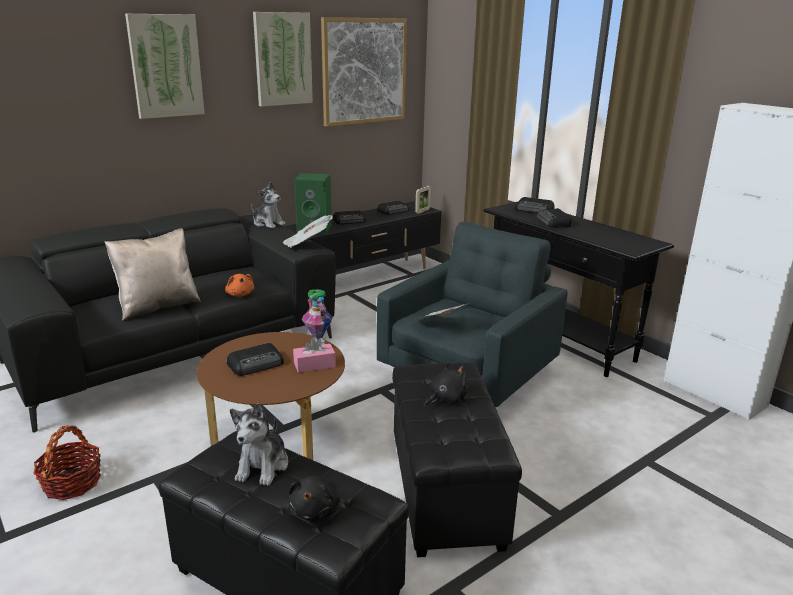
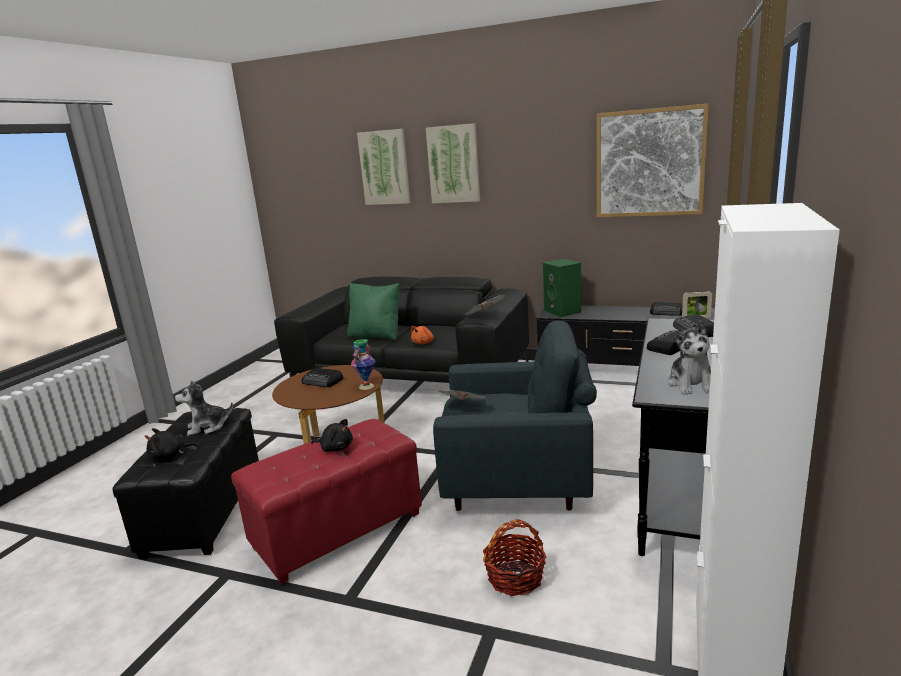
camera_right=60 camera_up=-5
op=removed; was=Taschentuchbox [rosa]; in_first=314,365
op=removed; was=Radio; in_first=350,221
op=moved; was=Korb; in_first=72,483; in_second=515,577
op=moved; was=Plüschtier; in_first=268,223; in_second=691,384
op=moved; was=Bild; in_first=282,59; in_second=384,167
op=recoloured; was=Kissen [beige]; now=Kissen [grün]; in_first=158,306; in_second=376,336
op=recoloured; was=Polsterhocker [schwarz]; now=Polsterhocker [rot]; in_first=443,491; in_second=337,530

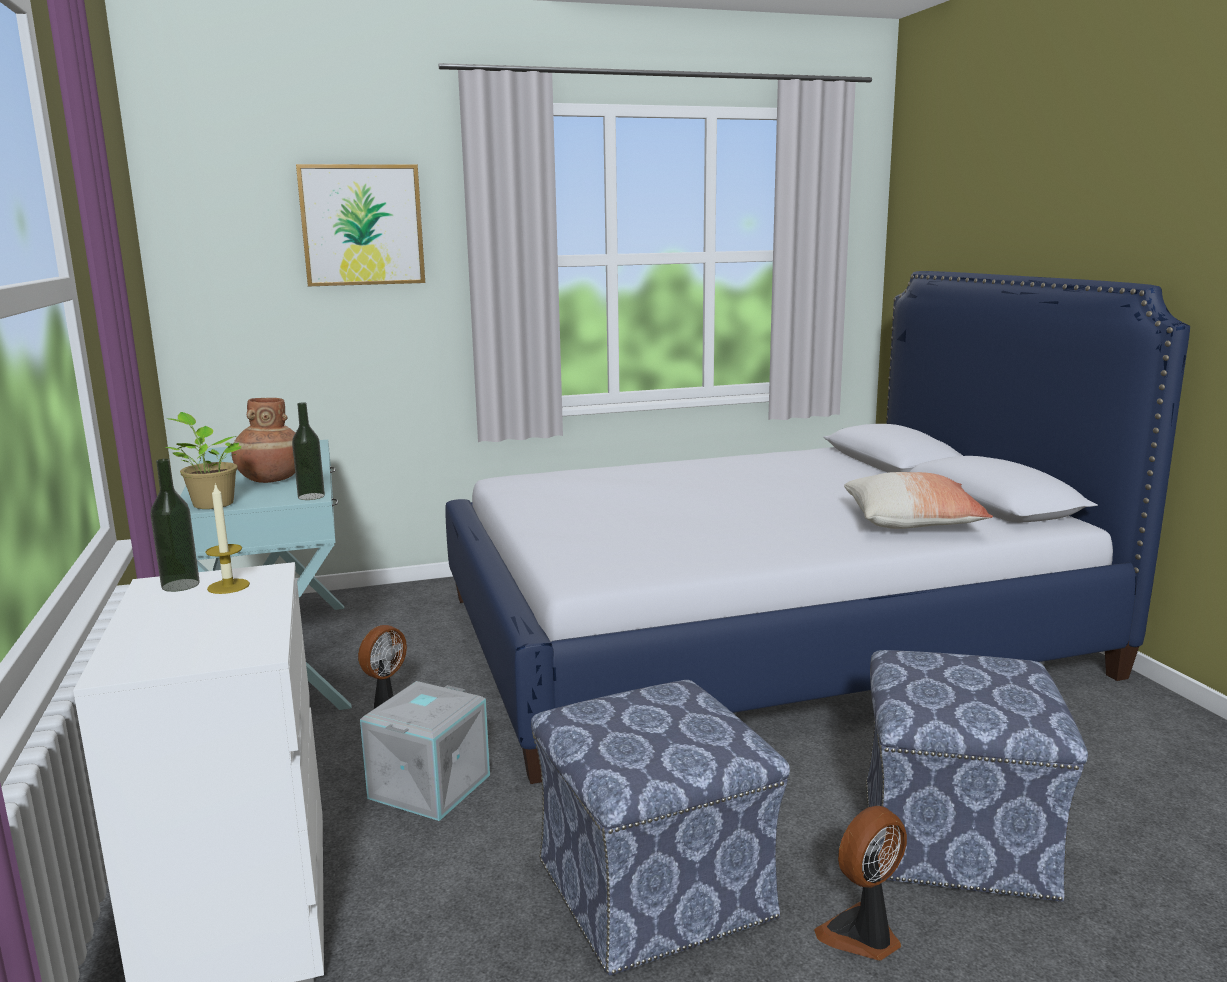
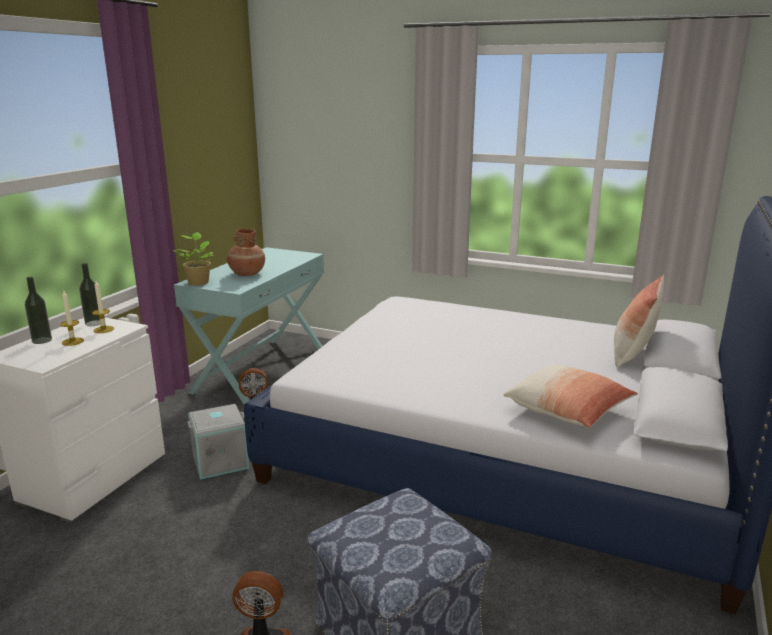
camera_right=40 camera_up=5
op=removed; was=Bild; in_first=362,225
op=removed; was=Polsterhocker; in_first=655,891
op=added; now=Kerze; in_second=72,341
op=added; now=Kissen; in_second=632,355
op=moved; was=Flasche; in_first=311,496; in_second=42,340

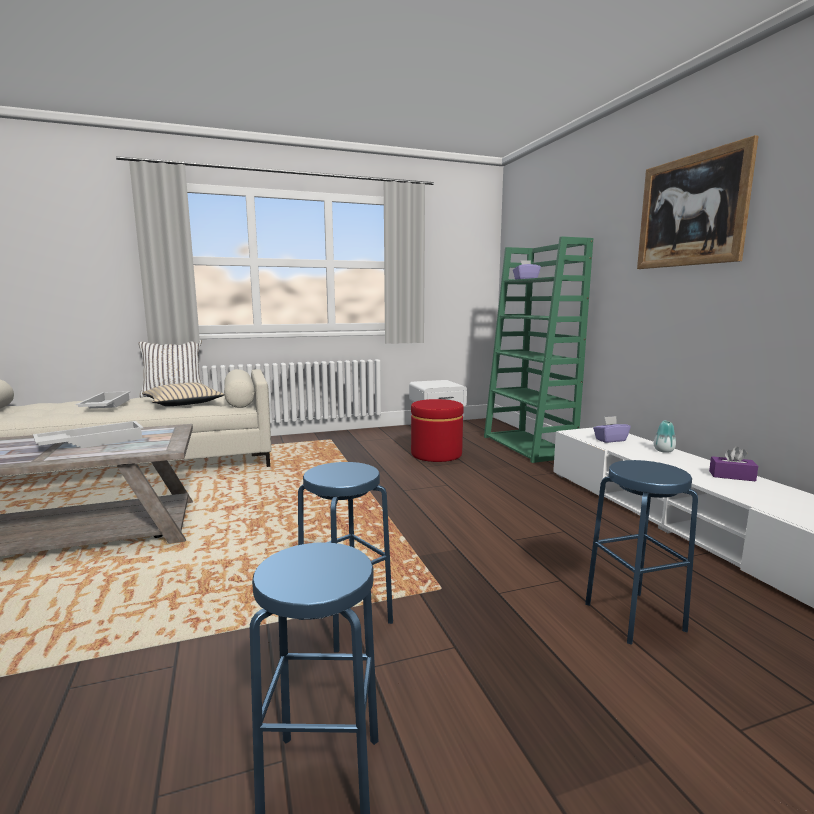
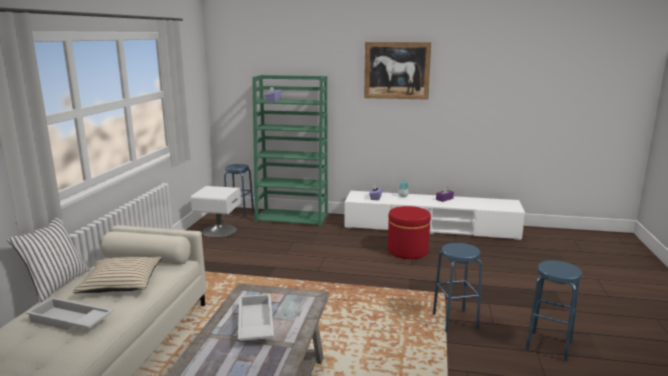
camera_right=-60 camera_up=5
op=moved; was=Polsterhocker [rot]; in_first=436,454; in_second=407,251
op=moved; was=Hocker [blau]; in_first=634,616; in_second=239,214

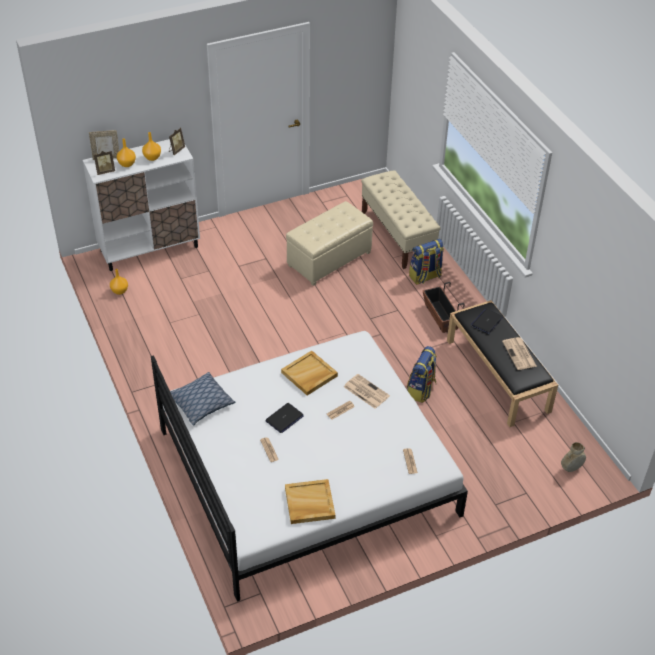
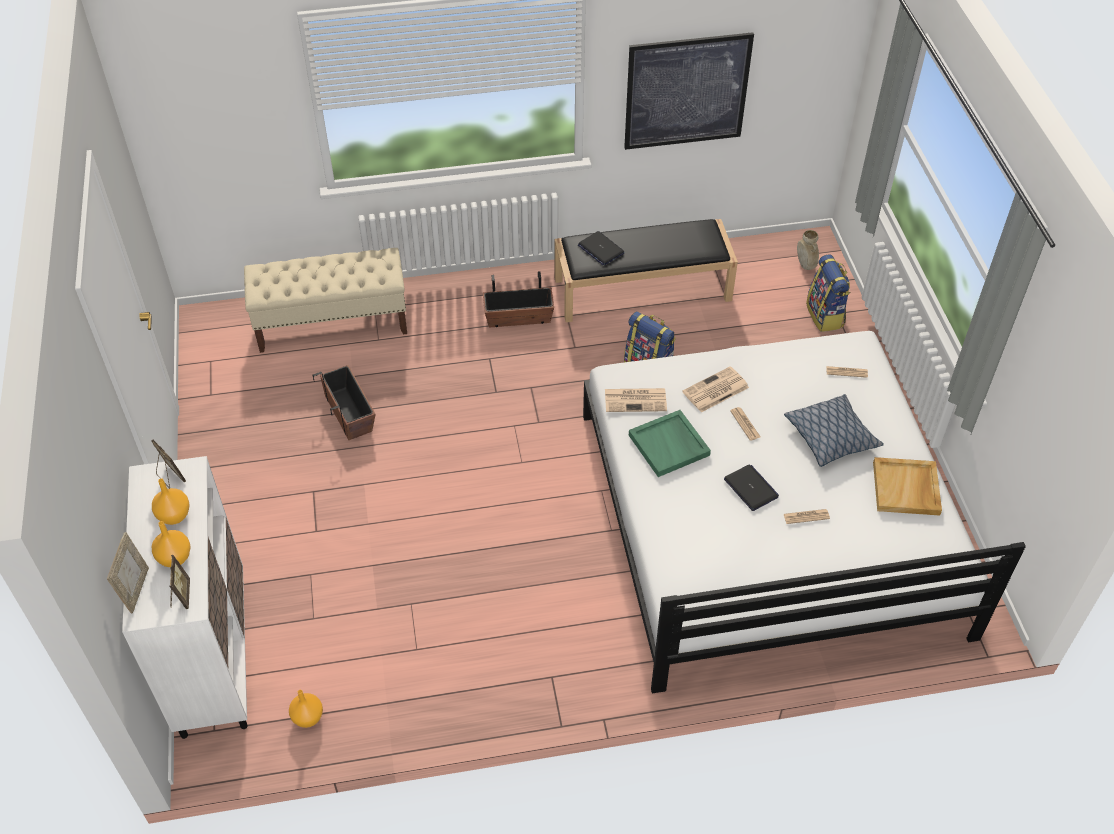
camera_right=-75 camera_up=5
op=added; now=Bild; in_second=686,91
op=moved; was=Kissen; in_first=201,403; in_second=831,437
op=moved; was=Rucksack; in_first=425,277; in_second=825,315
op=moved; was=Zeitung; in_first=519,354; in_second=636,400
op=replaced; was=Polsterhocker [beige]; now=Pflanzkübel; in_first=329,259; in_second=349,413
op=recoloured; was=Tablett [beige]; now=Tablett [grün]; in_first=309,375; in_second=669,445

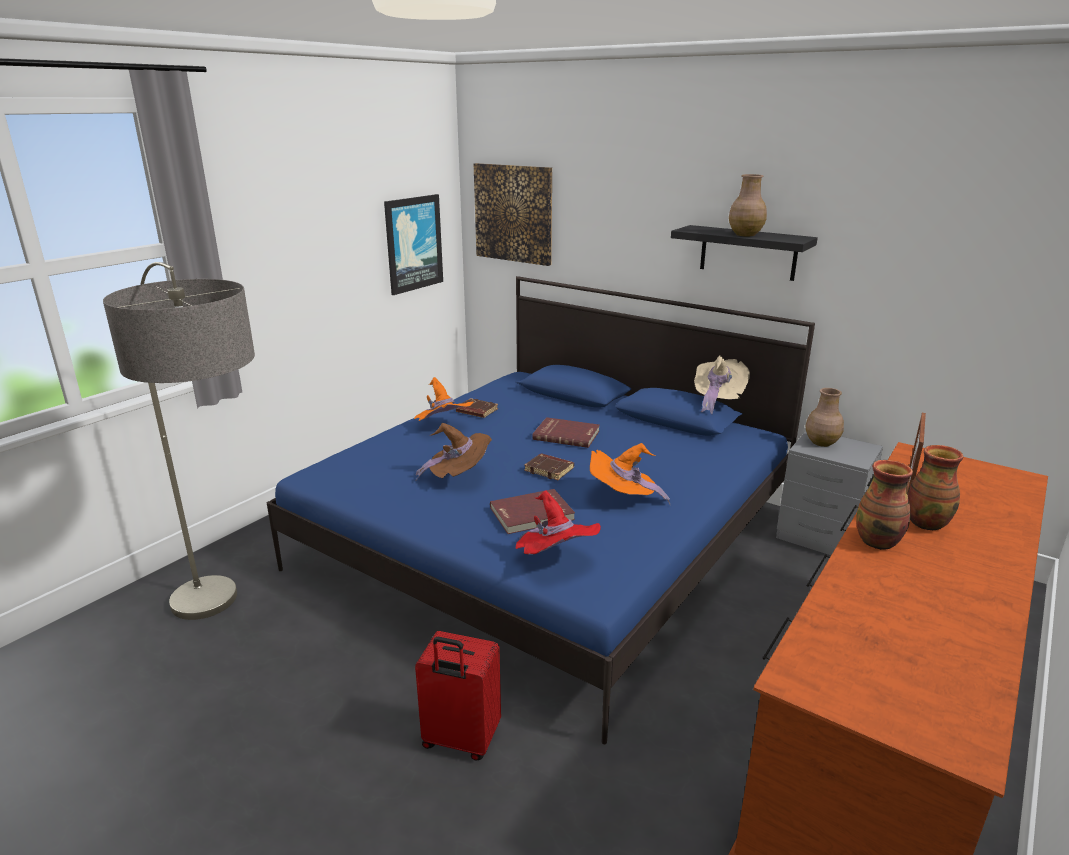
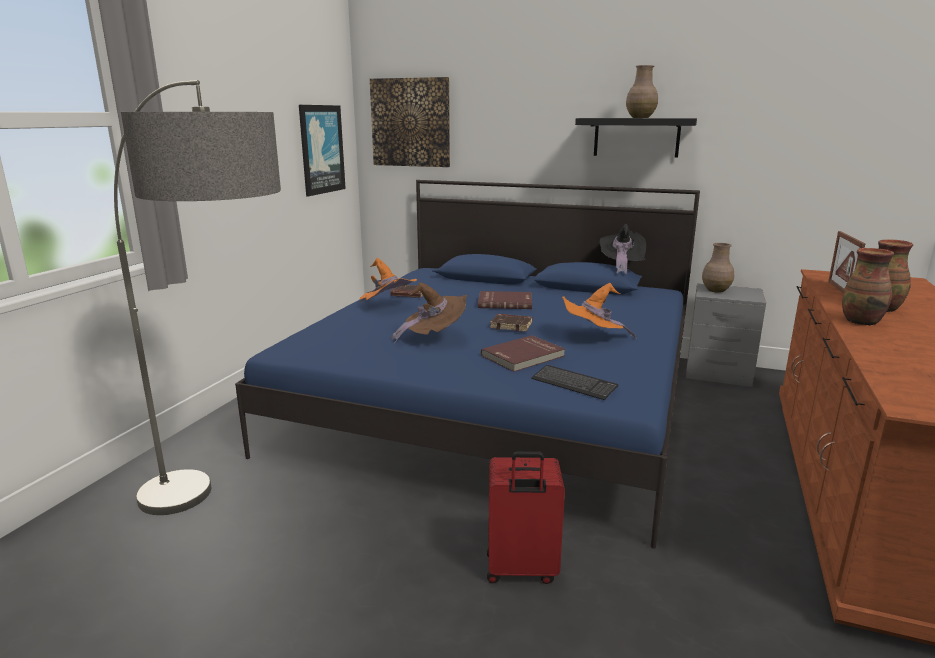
camera_right=-15 camera_up=-5
op=replaced; was=Hut [rot]; now=Tastatur; in_first=555,560; in_second=574,384
op=recoloured; was=Hut [beige]; now=Hut [schwarz]; in_first=717,400; in_second=621,266

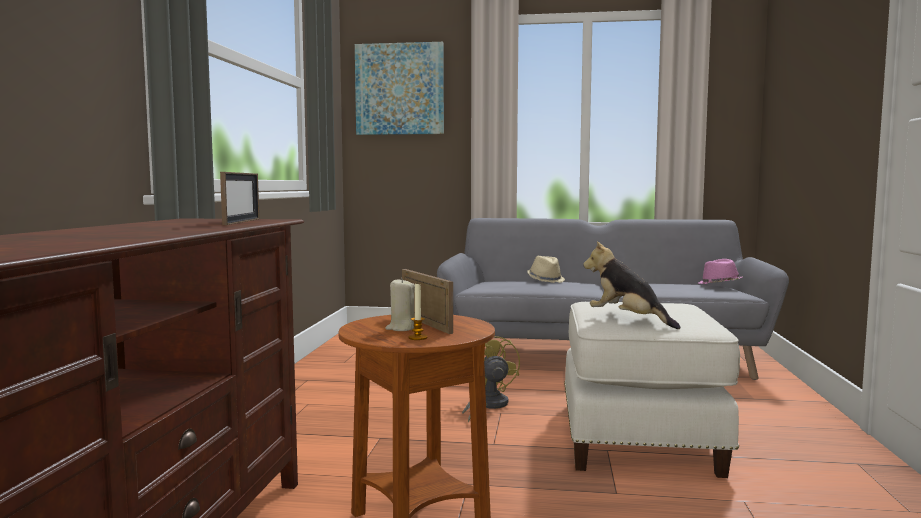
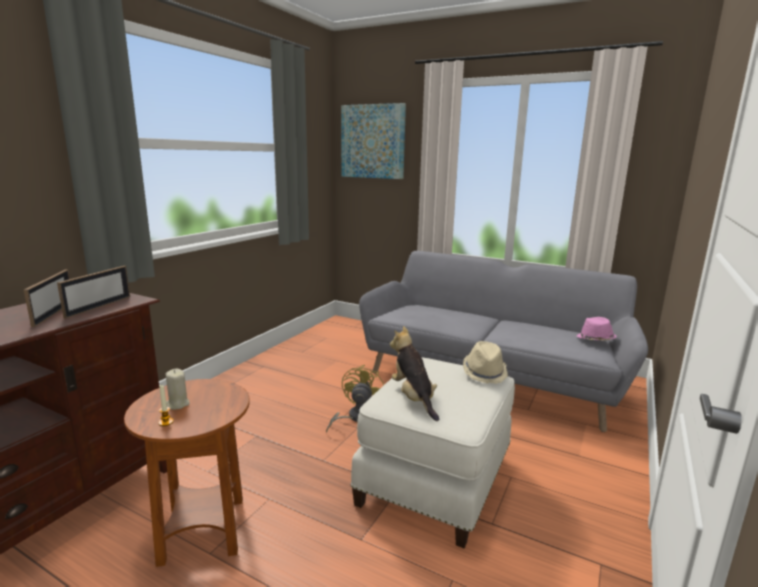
camera_right=20 camera_up=10
op=moved; was=Bilderrahmen; in_first=425,323; in_second=54,313
op=moved; was=Hut [beige]; in_first=545,280; in_second=484,372

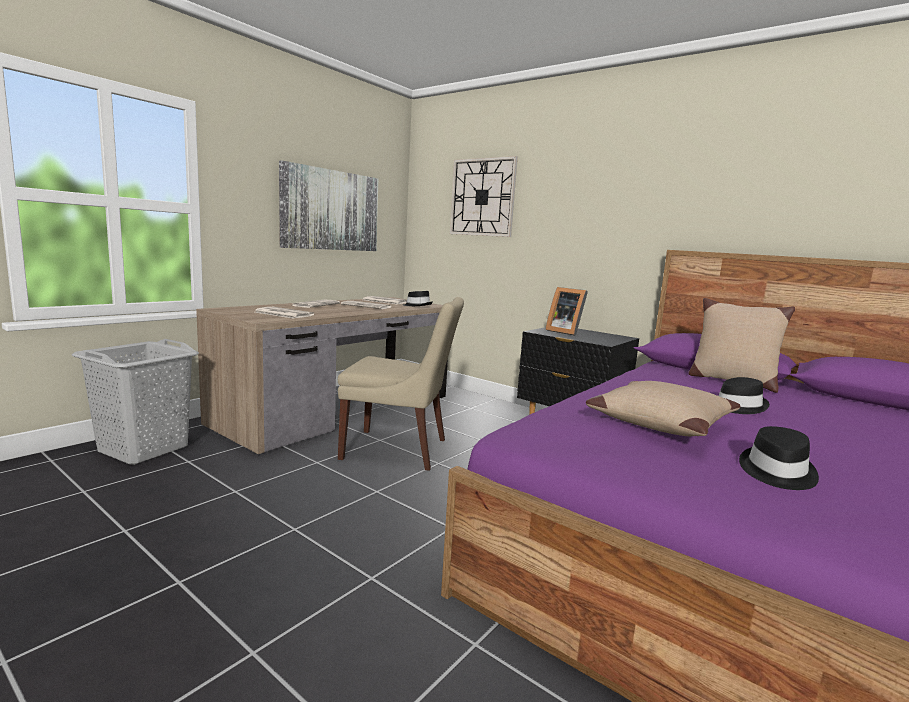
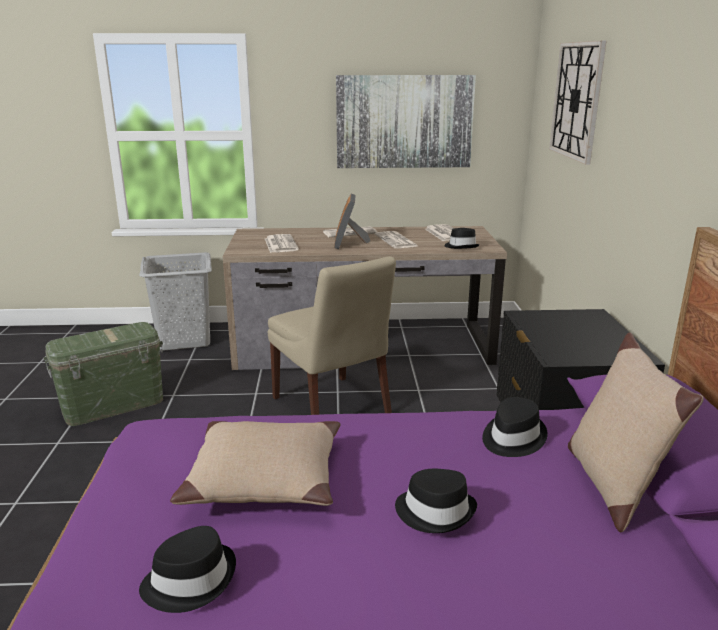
camera_right=50 camera_up=10
op=added; now=Aufbewahrungsbox [grün]; in_second=113,405
op=added; now=Hut [schwarz]; in_second=512,438
op=moved; was=Bilderrahmen; in_first=564,332; in_second=349,244

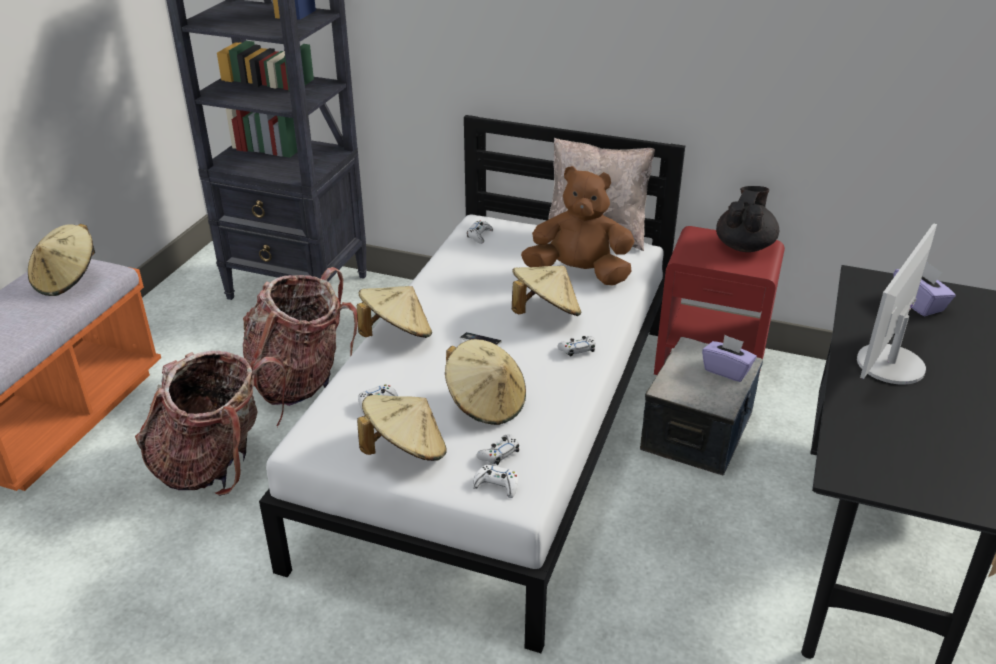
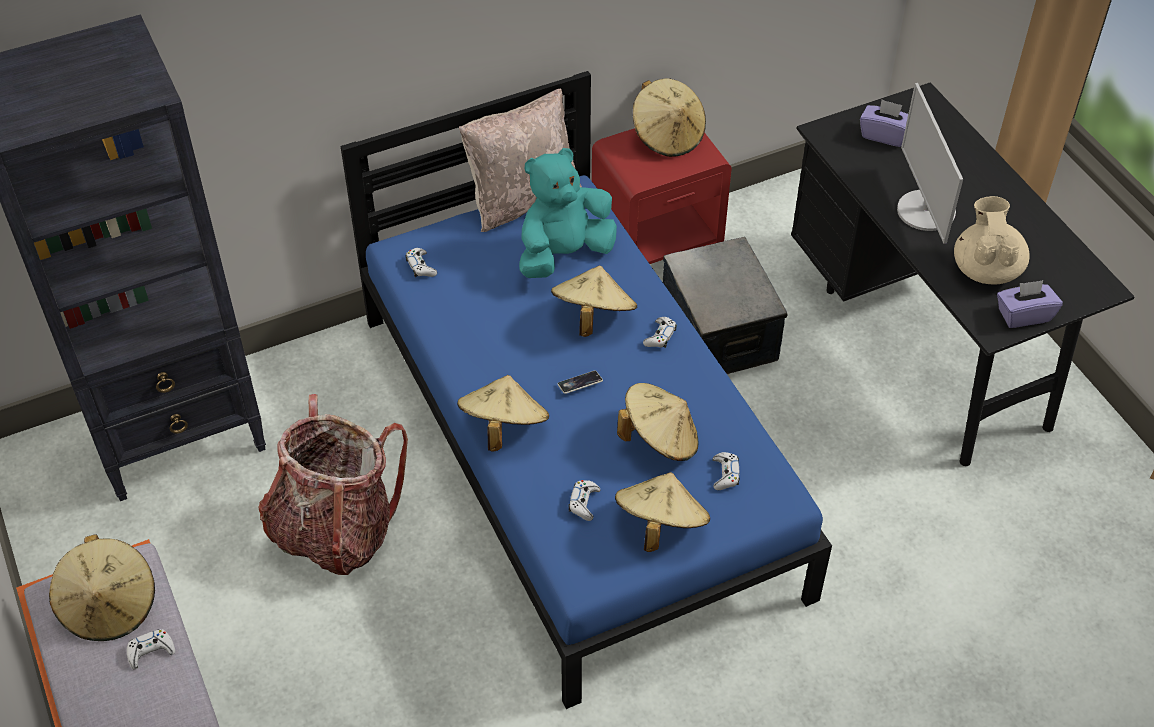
camera_right=-45 camera_up=15
op=removed; was=Rucksack; in_first=216,464
op=added; now=Teekanne [beige]; in_second=986,269
op=moved; was=Gamepad [weiß]; in_first=496,485; in_second=151,651
op=moved; was=Taschentuchbox [lila]; in_first=726,370; in_second=1023,315
op=replaced; was=Teekanne [schwarz]; now=Hut [beige]; in_first=744,246; in_second=668,136
op=recoloured; was=Bett [weiß]; now=Bett [blau]; in_first=498,435; in_second=578,451
op=recoloured; was=Plüschtier [braun]; now=Plüschtier [türkis]; in_first=579,274; in_second=564,254

